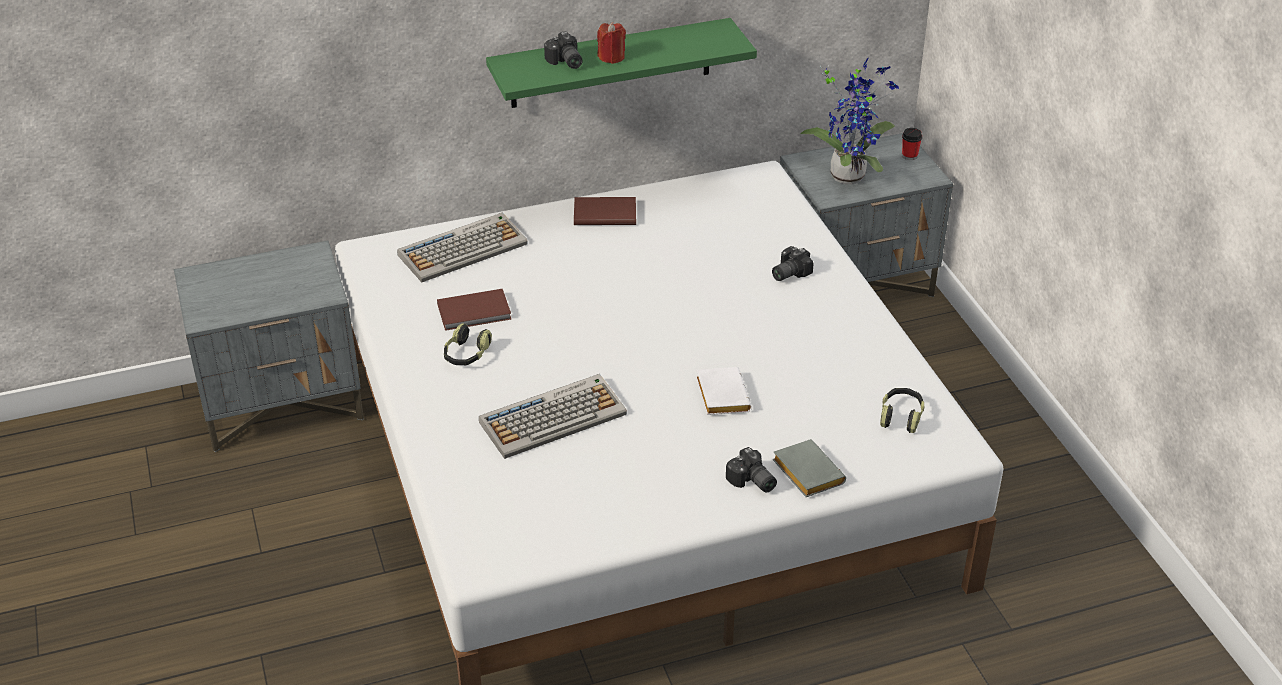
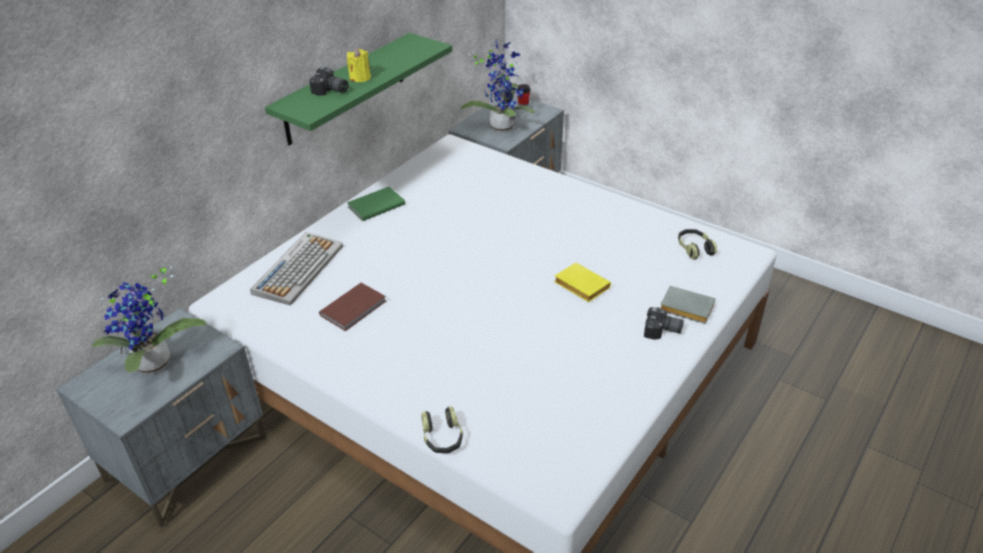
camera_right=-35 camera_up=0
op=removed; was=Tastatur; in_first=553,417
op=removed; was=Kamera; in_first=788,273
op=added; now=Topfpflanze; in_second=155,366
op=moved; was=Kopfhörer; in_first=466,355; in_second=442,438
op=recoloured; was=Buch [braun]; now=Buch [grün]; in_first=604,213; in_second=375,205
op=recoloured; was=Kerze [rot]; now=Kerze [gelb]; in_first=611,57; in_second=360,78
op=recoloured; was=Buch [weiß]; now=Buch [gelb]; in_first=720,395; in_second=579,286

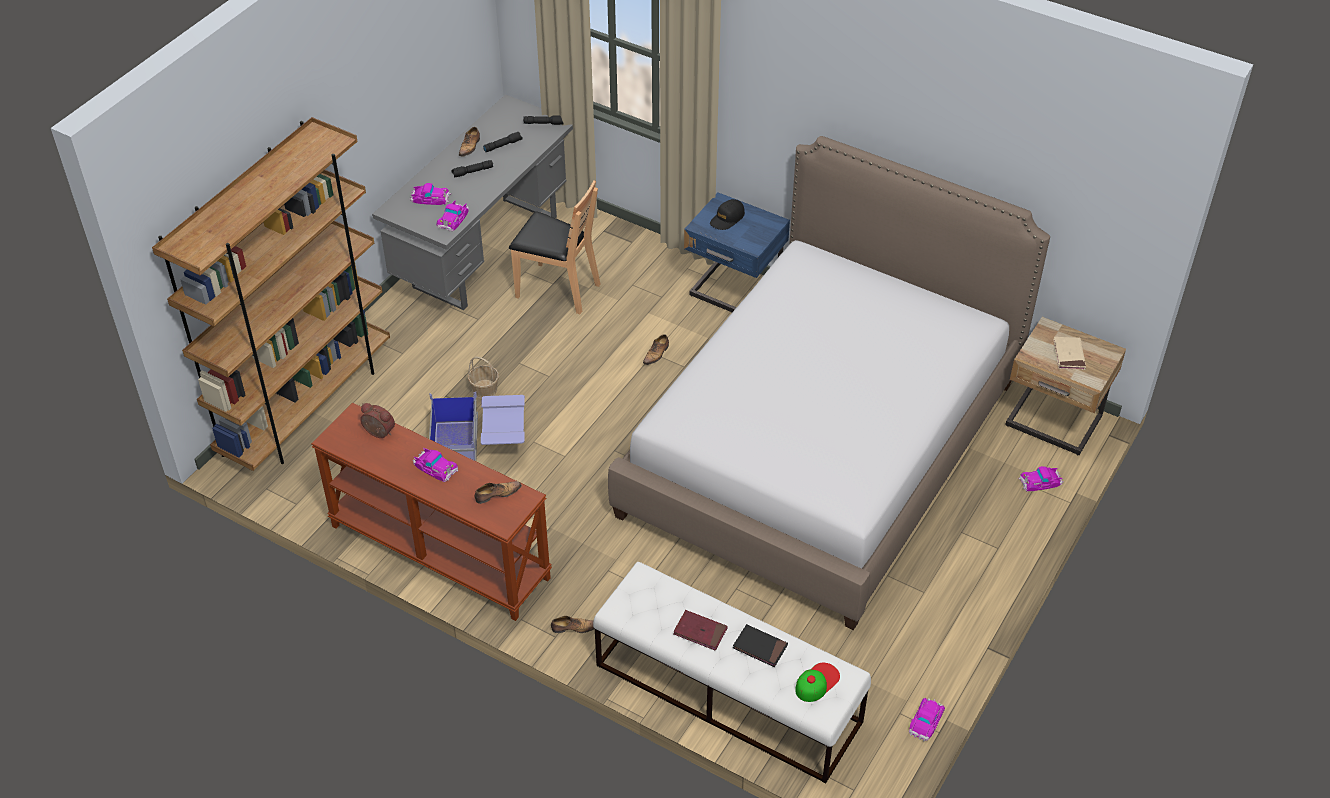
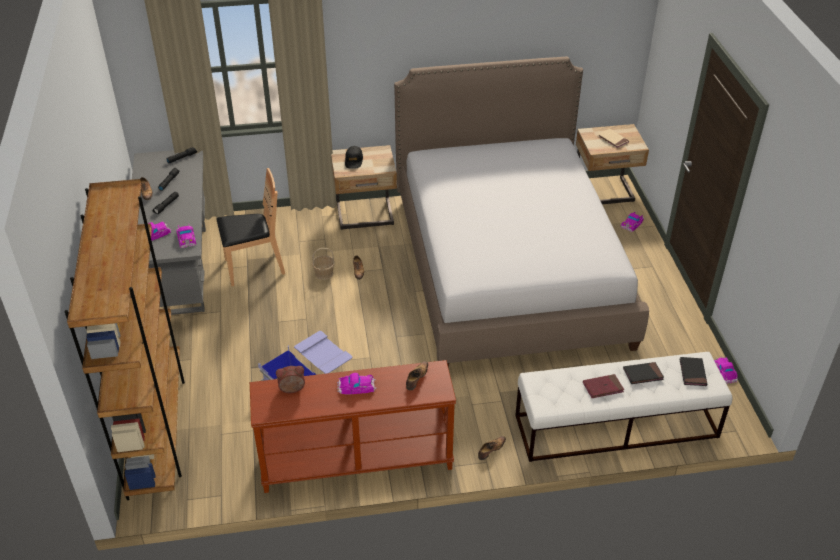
camera_right=-40 camera_up=-5
op=moved; was=Korb; in_first=484,389; in_second=324,273
op=replaced; was=Kappe; now=Buch [schwarz]; in_first=816,682; in_second=692,373
op=recoloured; was=Nachttisch [blau]; now=Nachttisch [beige]; in_first=734,294; in_second=365,216

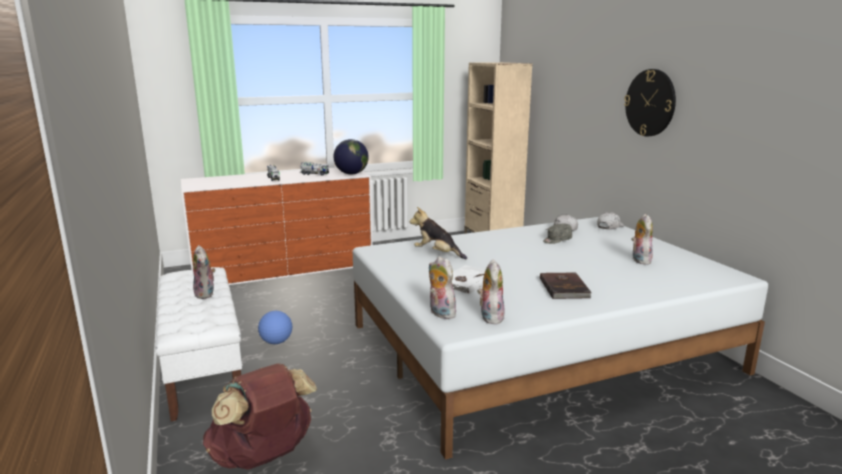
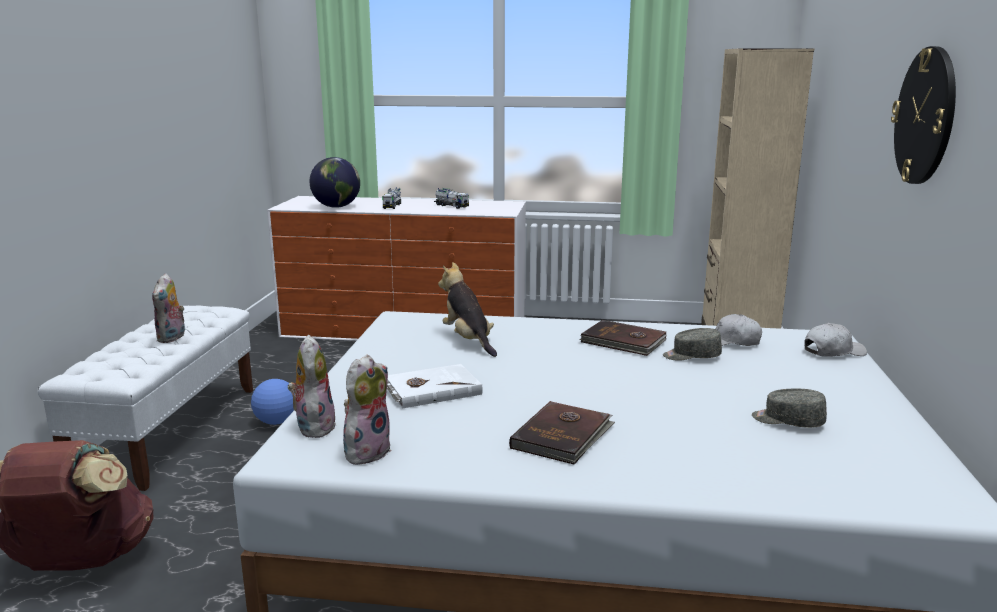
camera_right=30 camera_up=0
op=added; now=Buch [braun]; in_second=623,342
op=moved; was=Globus; in_first=351,173; in_second=337,207
op=replaced; was=Plüschtier; now=Kappe [grau]; in_first=639,260; in_second=787,421

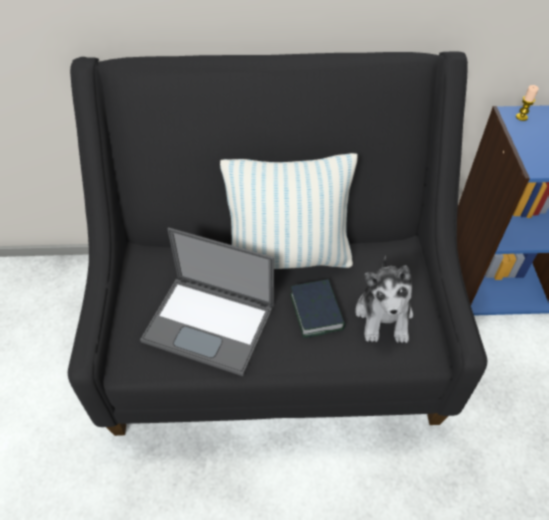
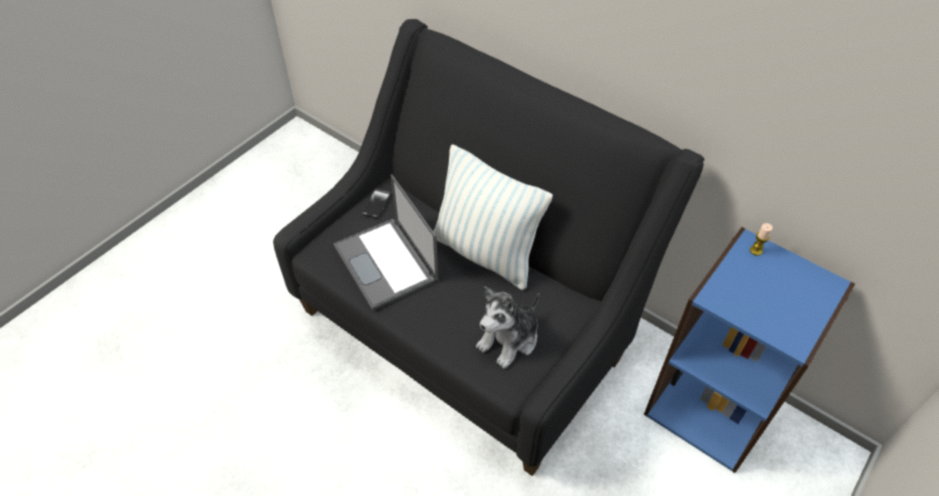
camera_right=40 camera_up=0
op=removed; was=Buch; in_first=316,311
op=added; now=Handy; in_second=376,204

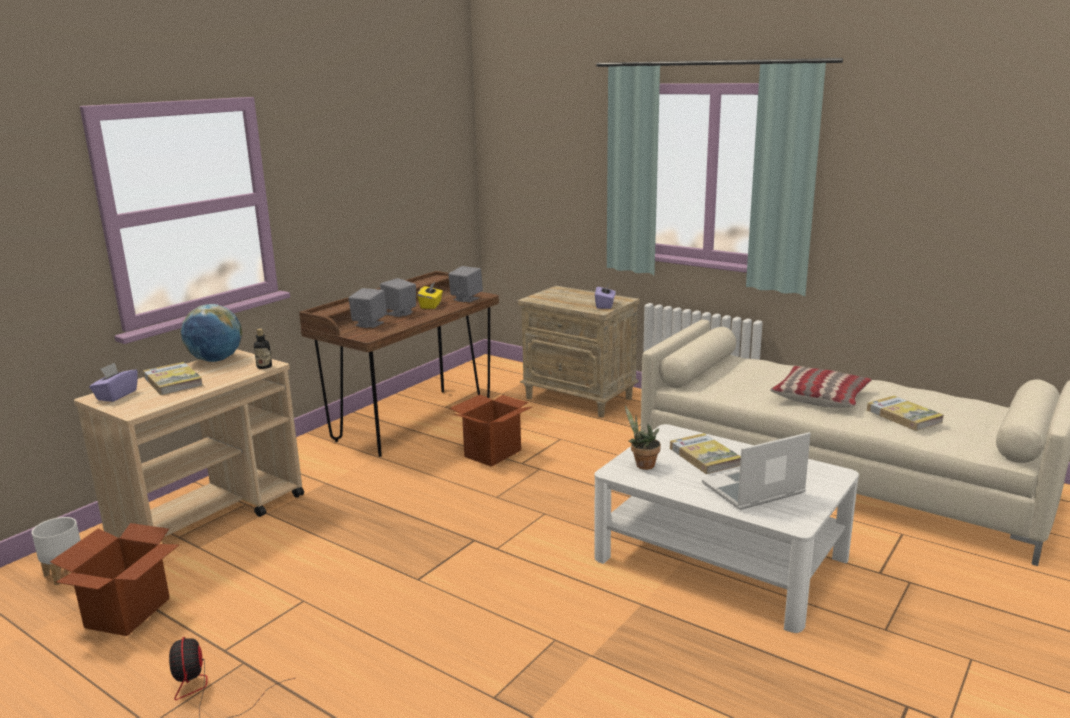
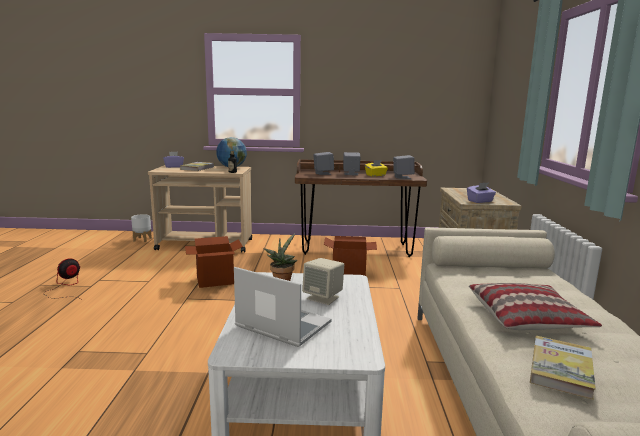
camera_right=55 camera_up=-5
op=moved; was=Karton; in_first=128,613; in_second=215,281
op=replaced; was=Buch; now=Lautsprecher [beige]; in_first=704,456; in_second=323,298

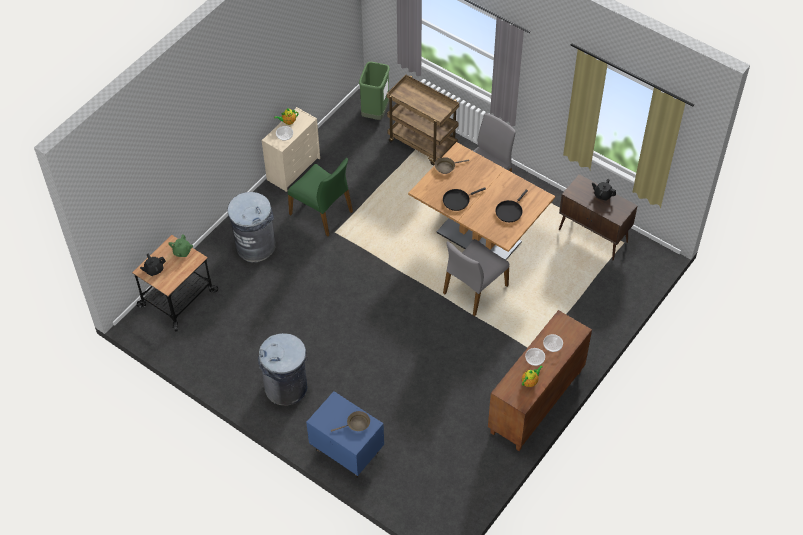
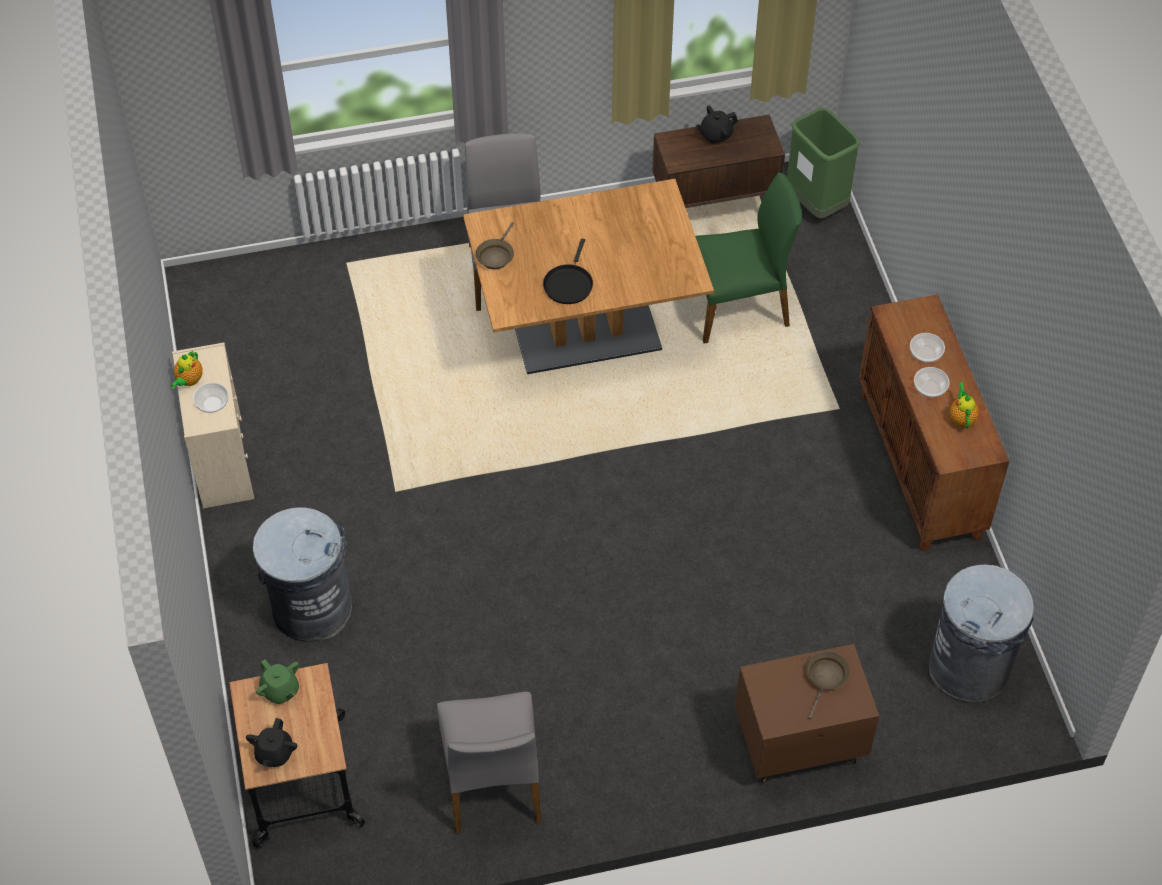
camera_right=-50 camera_up=0
op=removed; was=Rollwagen [braun]; in_first=423,144
op=removed; was=Pfanne [schwarz]; in_first=509,211
op=moved; was=Mülleimer [grau]; in_first=286,387; in_second=970,667
op=moved; was=Stuhl [grün]; in_first=322,212; in_second=738,306
op=moved; was=Mülleimer [grün]; in_first=375,113; in_second=816,205
op=moved; was=Stuhl [grau]; in_first=474,289; in_second=492,782
op=recoloured; was=Nachttisch [blau]; now=Nachttisch [braun]; in_first=346,452; in_second=798,746

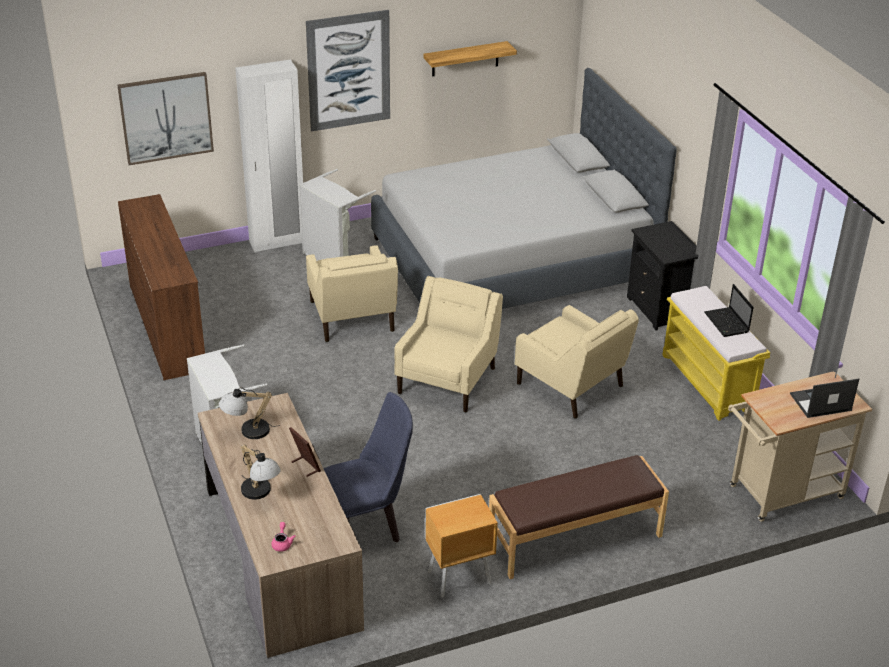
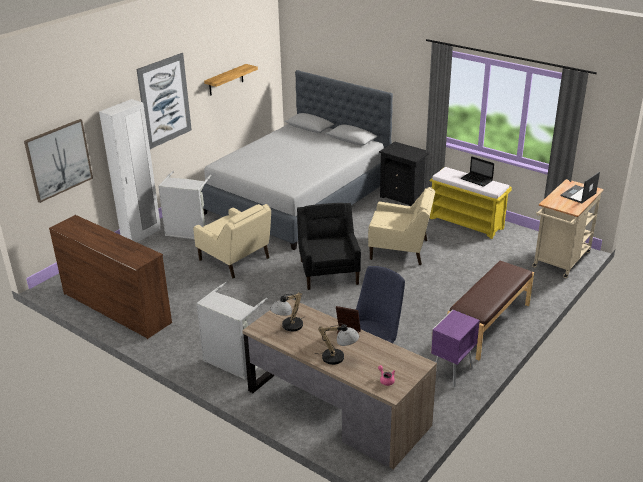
camera_right=-30 camera_up=-5
op=recoloured; was=Sessel [beige]; now=Sessel [schwarz]; in_first=448,379; in_second=329,272
op=recoloured; was=Nachttisch [braun]; now=Nachttisch [lila]; in_first=457,577; in_second=450,372

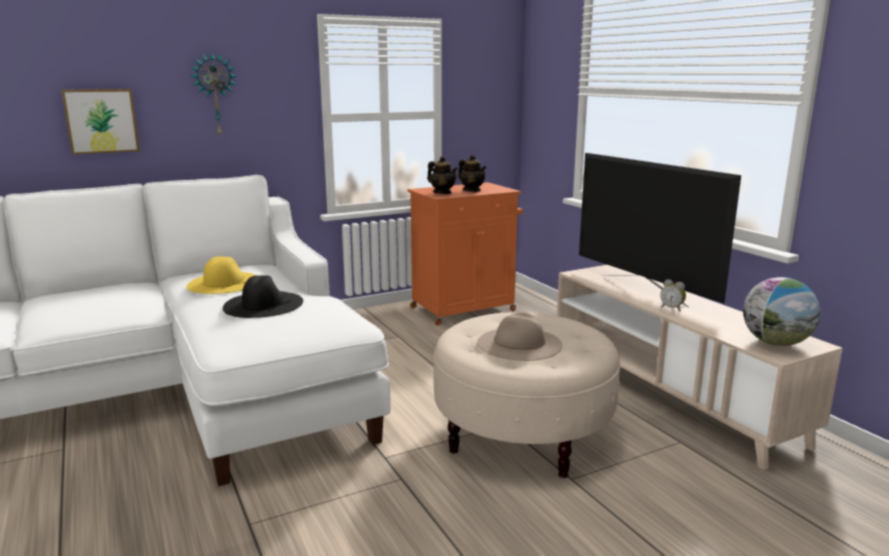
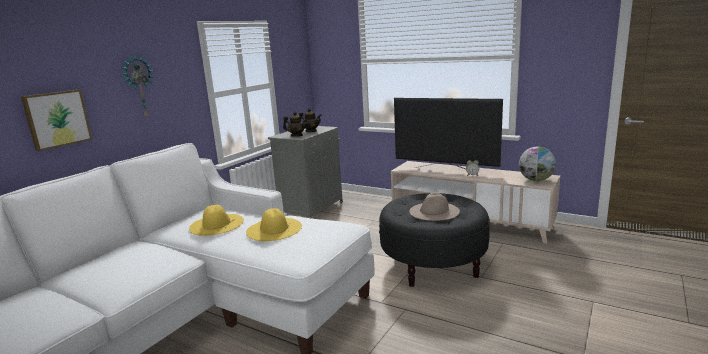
camera_right=-30 camera_up=0
op=recoloured; was=Hut [schwarz]; now=Hut [gelb]; in_first=263,304; in_second=274,229
op=recoloured; was=Schrank [orange]; now=Schrank [grau]; in_first=464,309; in_second=312,209
op=recoloured; was=Polsterhocker [beige]; now=Polsterhocker [schwarz]; in_first=523,435; in_second=433,265

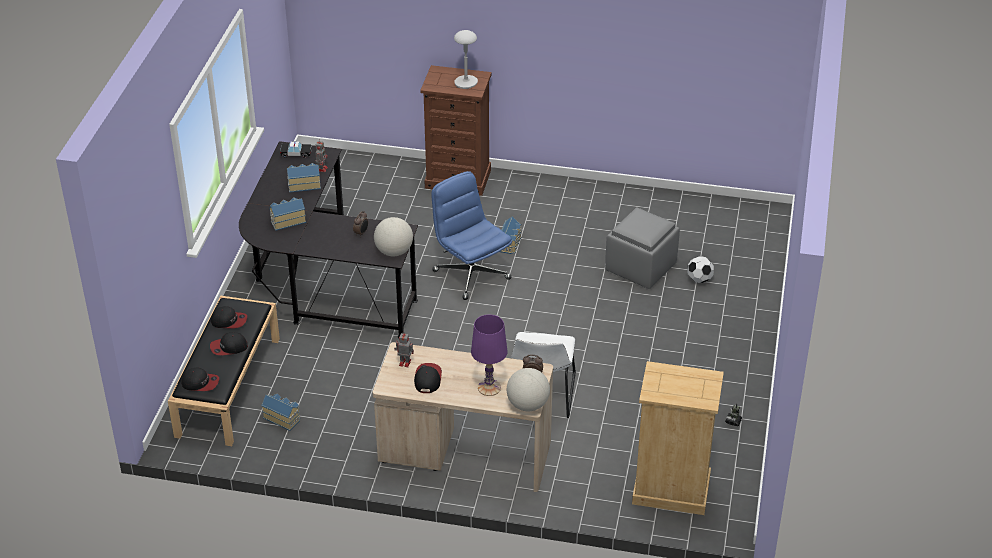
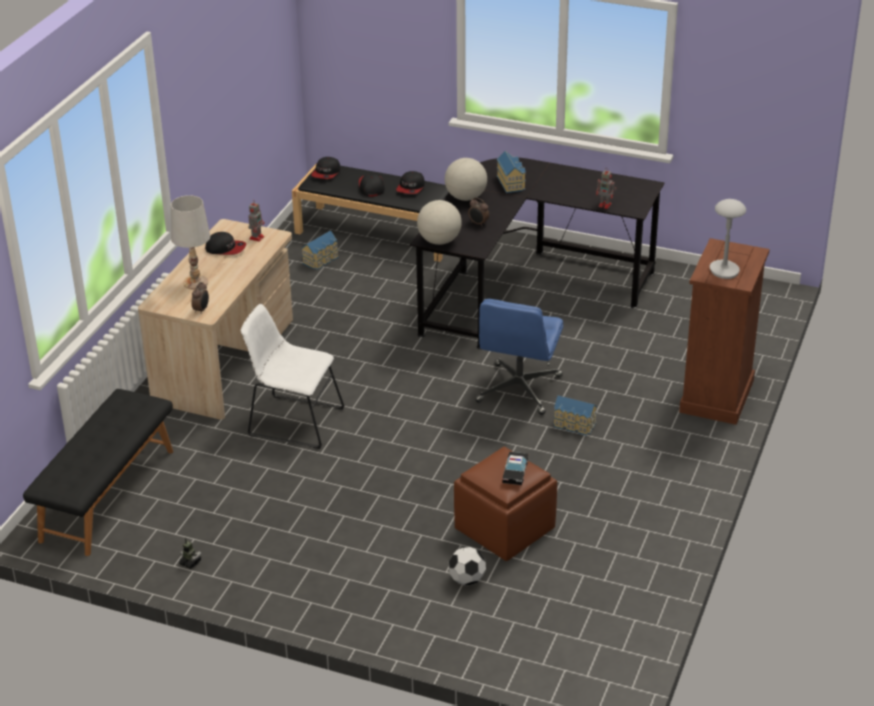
camera_right=100 camera_up=-5
op=removed; was=Spielzeughaus; in_first=303,185
op=moved; was=Spielzeugauto; in_first=296,153; in_second=515,472
op=moved; was=Globus; in_first=527,405; in_second=466,197
op=replaced; was=Kommode [beige]; now=Bank [schwarz]; in_first=670,490; in_second=107,494
op=recoloured; was=Tischlampe [lila]; now=Tischlampe [weiß]; in_first=489,387; in_second=196,282
op=recoloured; was=Polsterhocker [grau]; now=Polsterhocker [braun]; in_first=641,268; in_second=503,529
op=turned; was=Bürostuhl [blau]; in_first=471,274; in_second=519,390; clockwise=135

